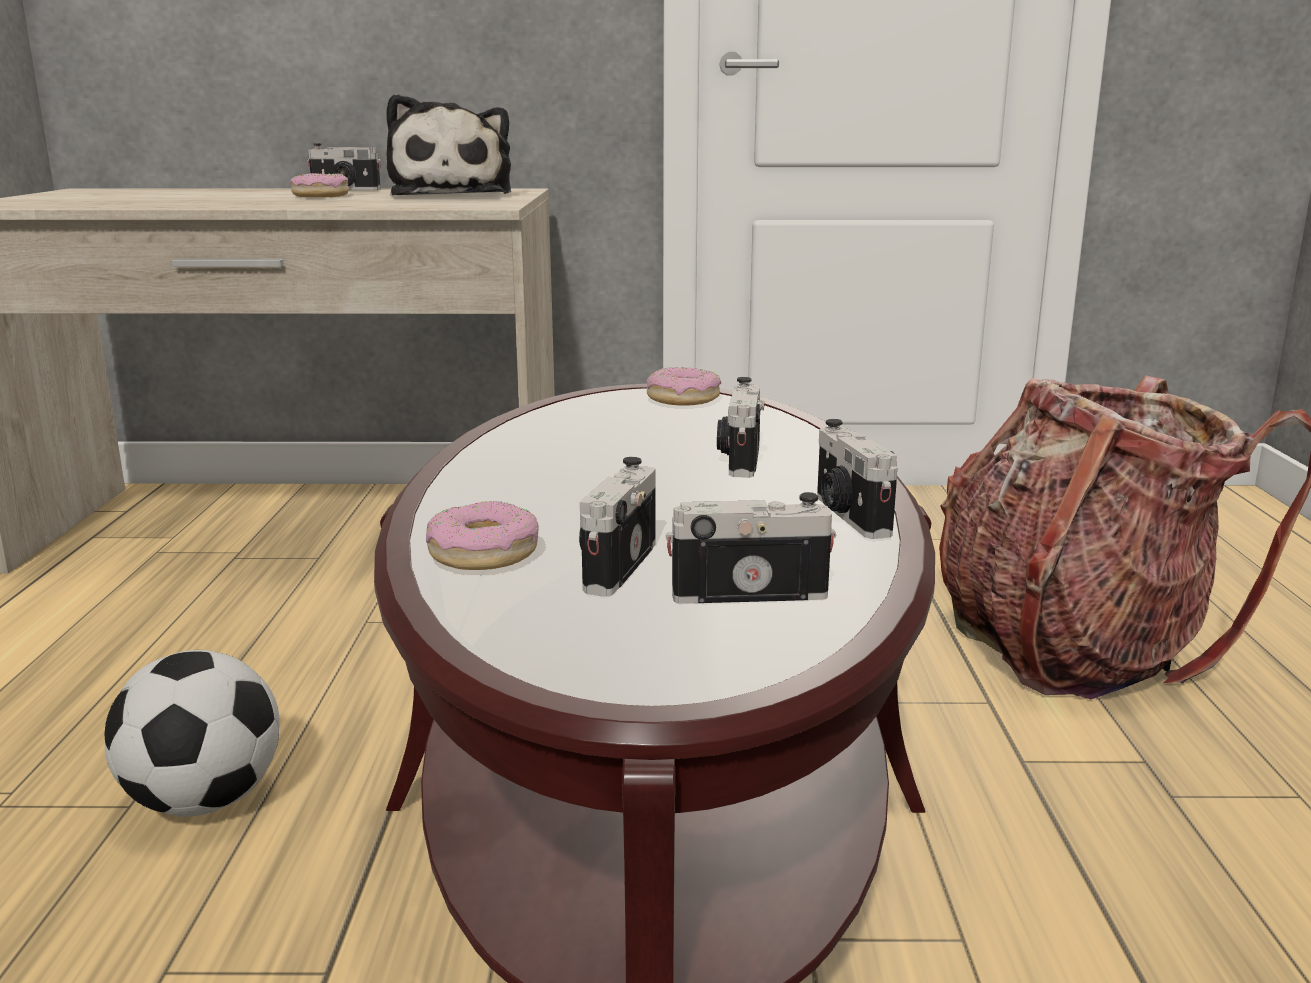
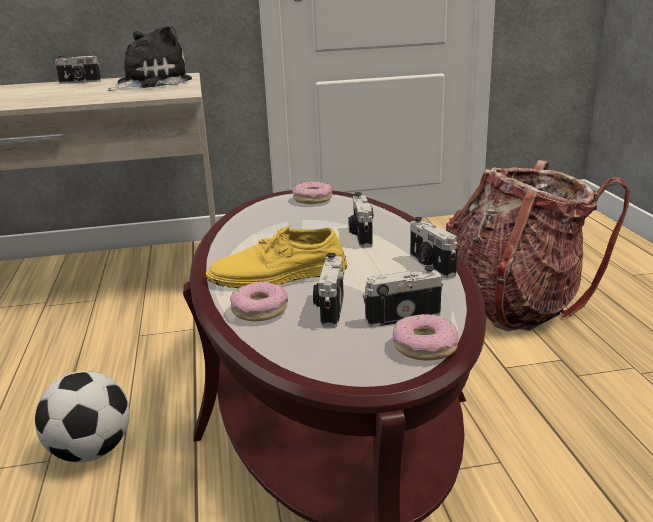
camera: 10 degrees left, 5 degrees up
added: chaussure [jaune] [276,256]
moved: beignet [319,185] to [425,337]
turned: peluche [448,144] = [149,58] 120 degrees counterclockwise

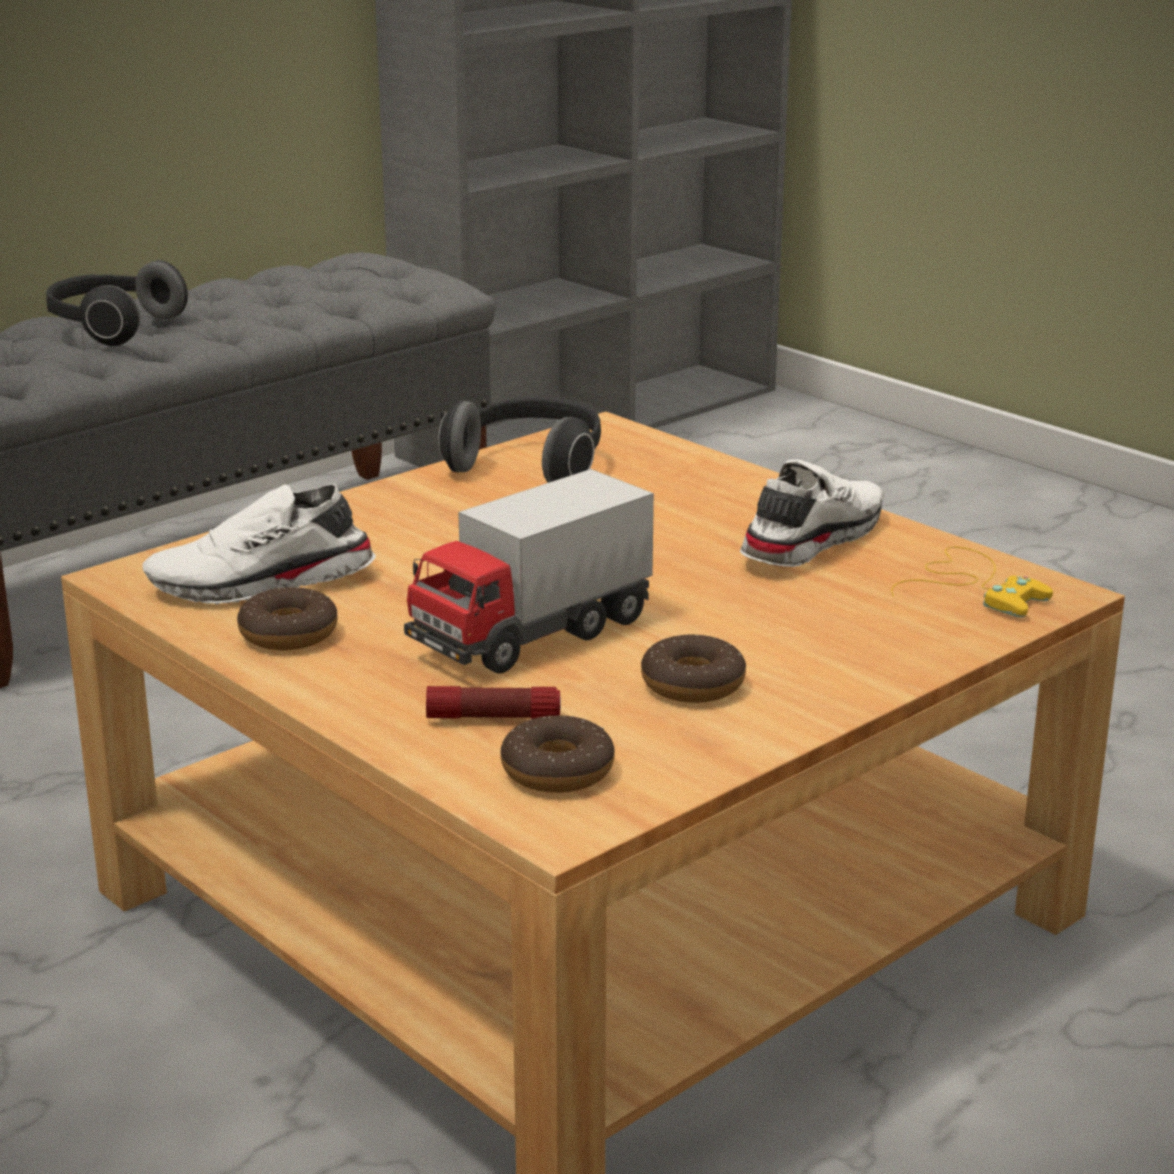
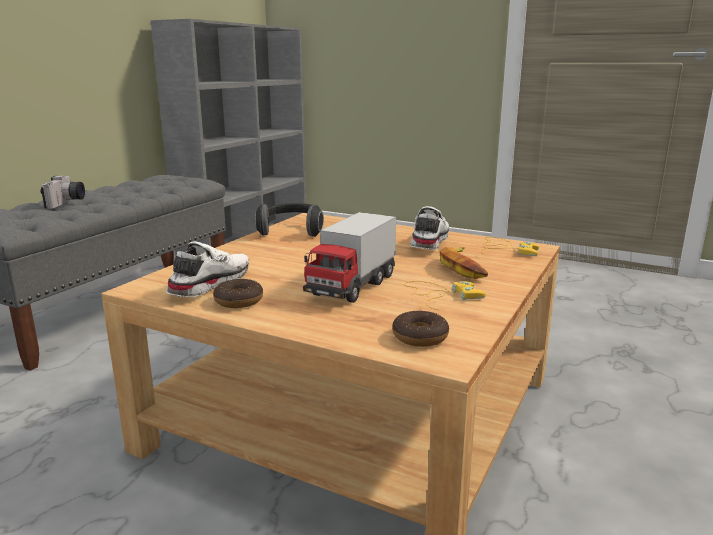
camera: 20 degrees left, 5 degrees down
removed: lampe de poche [493,702]
added: banane [463,263]
replaced: casque audio [117,303] to appareil photo [63,192]; beignet [693,668] to manette [jaune] [445,295]
turned: chaussure [blanc] [259,544] = [207,269] 150 degrees clockwise

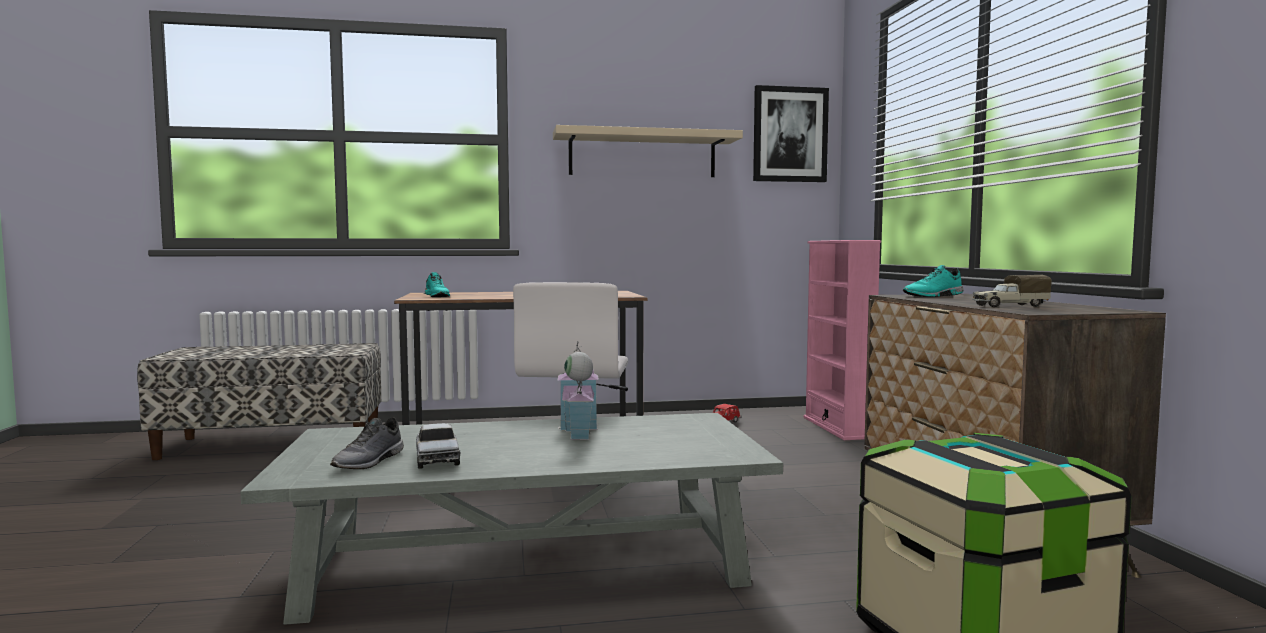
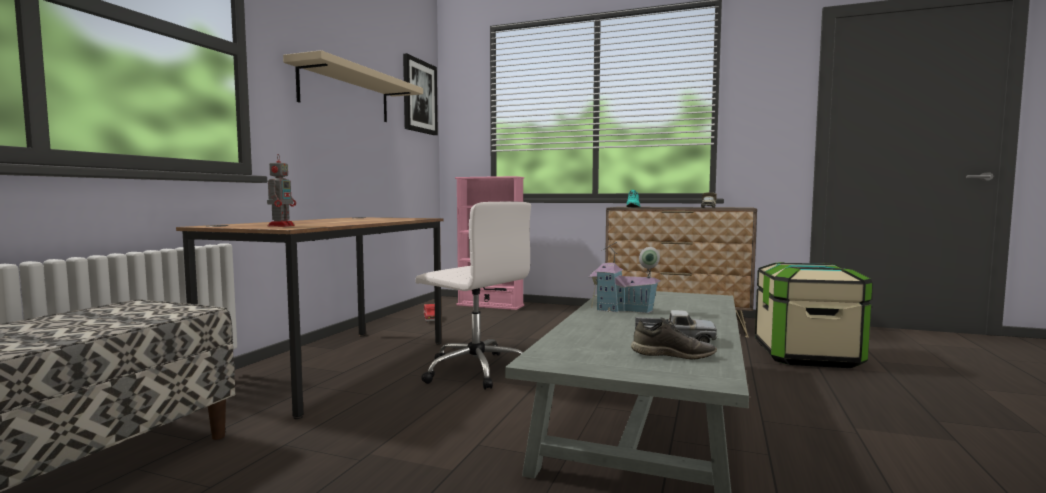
camera: 60 degrees left, 0 degrees up
replaced: chaussure [turquoise] [437,284] to robot jouet [281,190]
turned: chaussure [gris] [367,443] = [674,338] 45 degrees counterclockwise

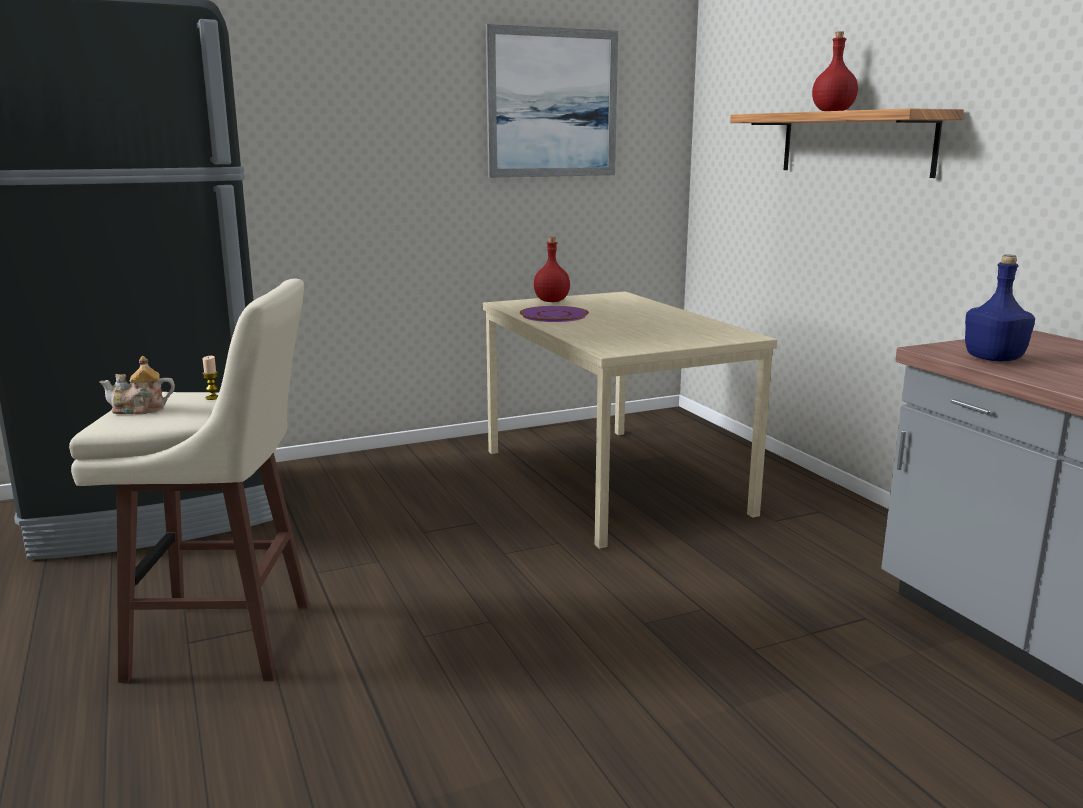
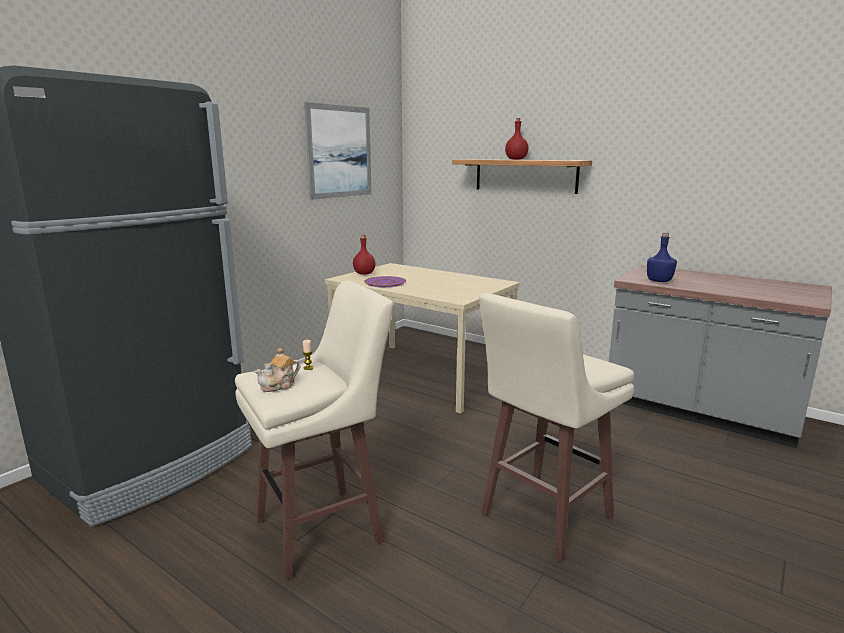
camera: 30 degrees left, 0 degrees up
added: tabouret [beige] [556,428]

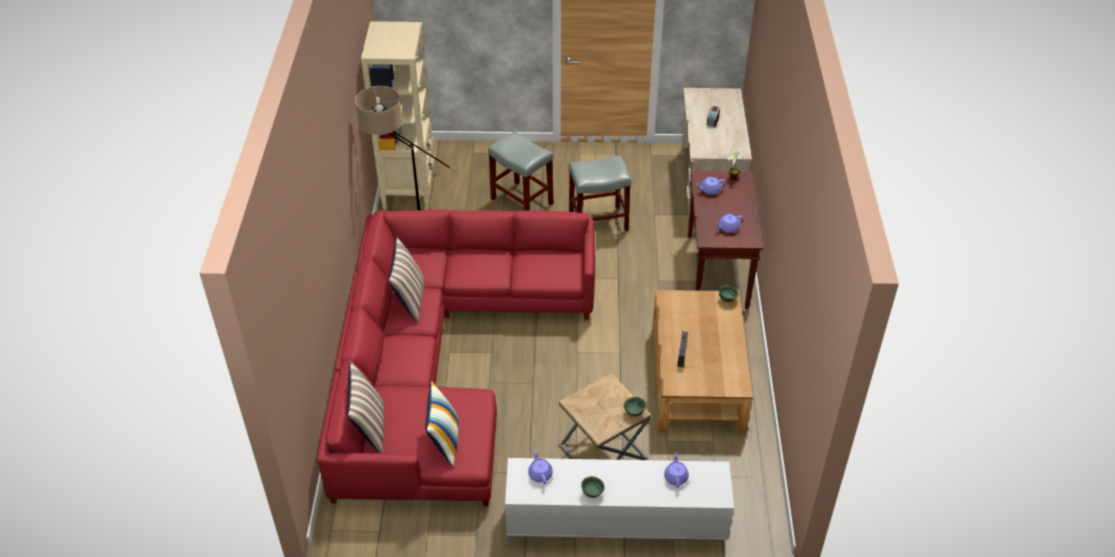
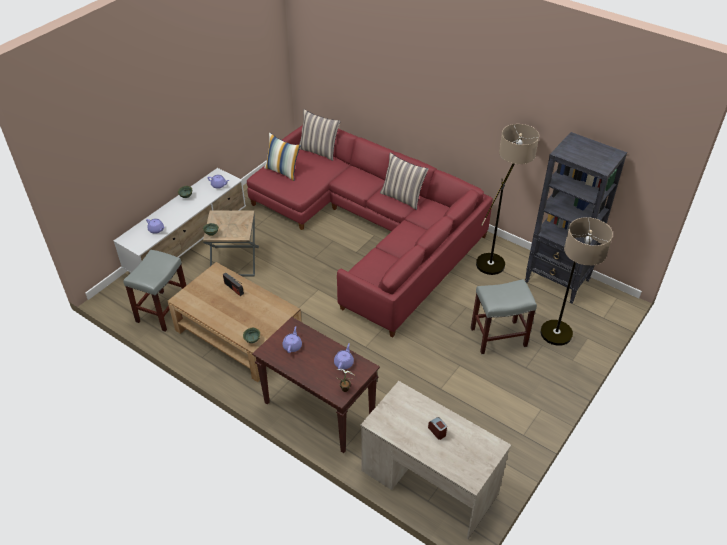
camera: 125 degrees right, 0 degrees up
added: lampadaire [576,281]
moved: tabouret [gris] [600,193] to [154,291]
recoloured: bibliothèque [beige] [398,116] to bibliothèque [noir] [576,217]

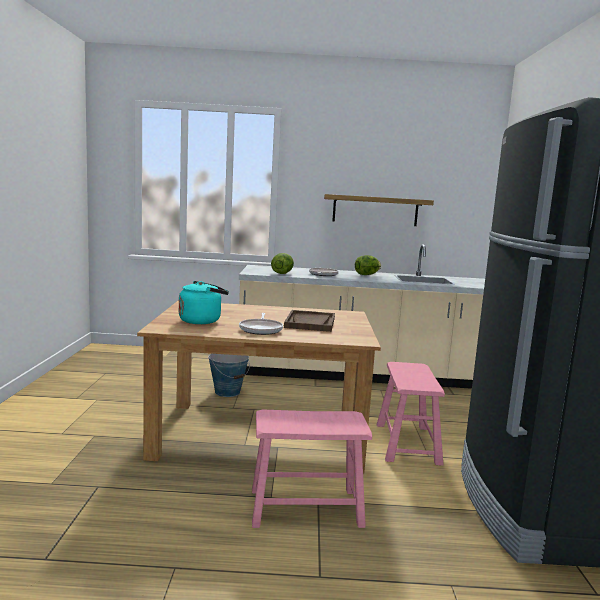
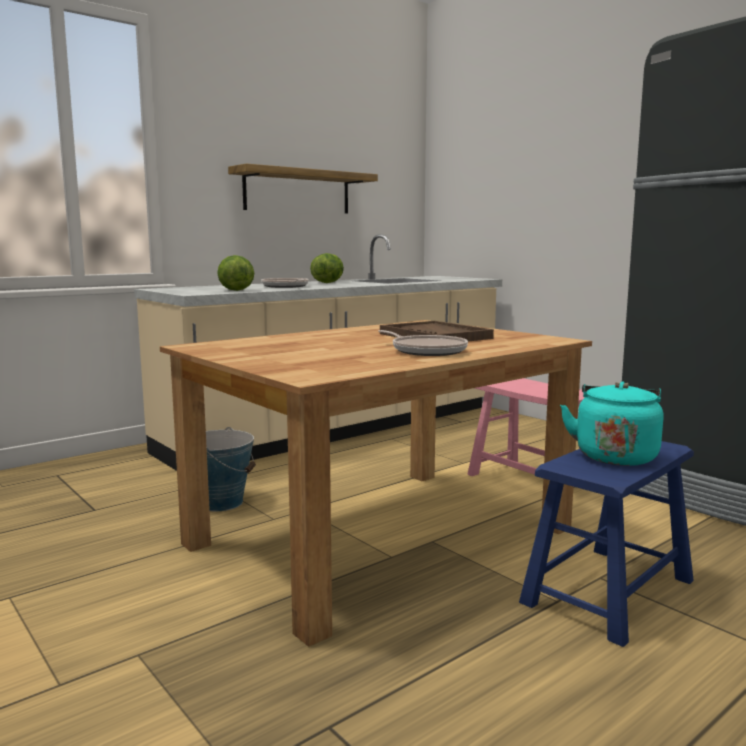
camera: 40 degrees left, 0 degrees up
moved: bouilloire [turquoise] [204,302] to [611,423]
recoloured: tabouret [rose] [312,468] to tabouret [bleu] [606,544]

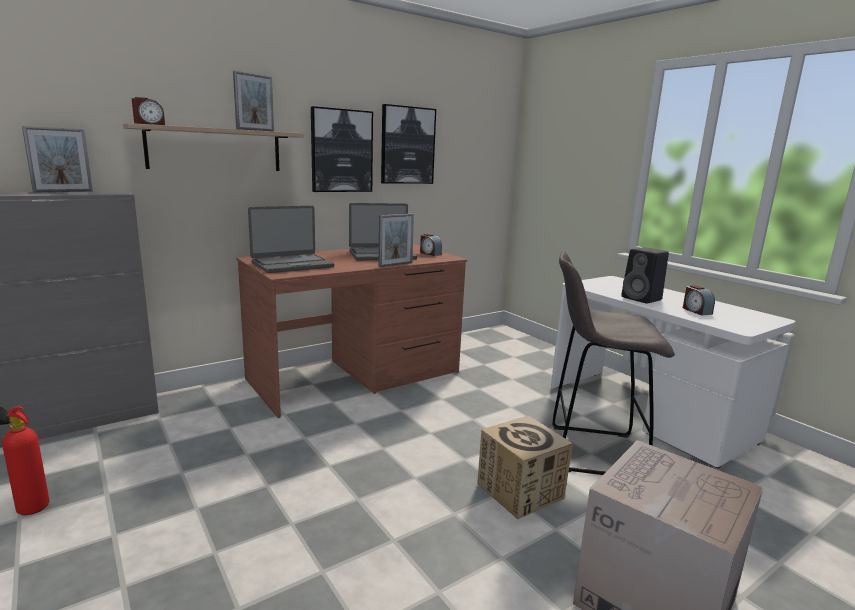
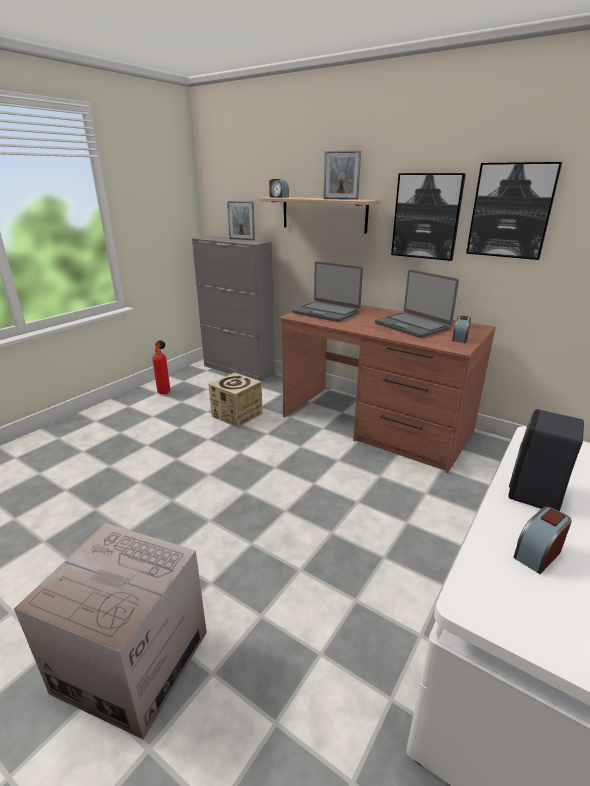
camera: 70 degrees right, 10 degrees up
removed: cadre photo [396,240]; tabouret [gris] [613,363]
moved: carton [525,467] to [236,400]

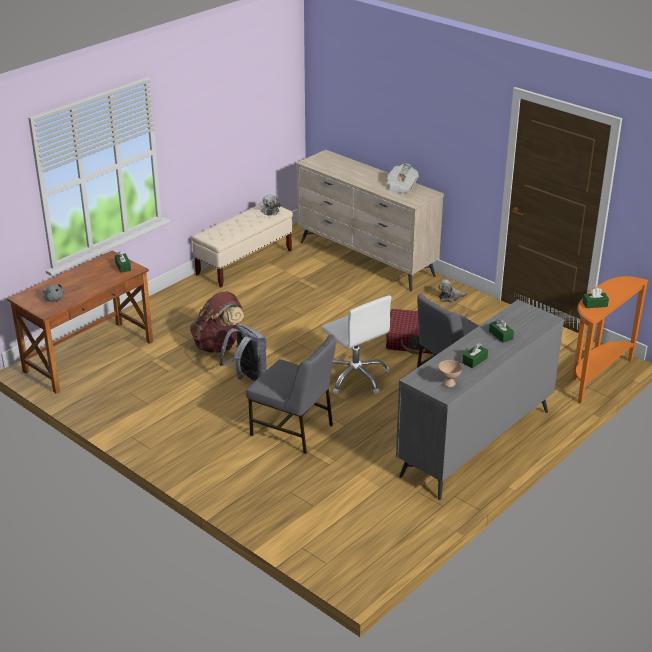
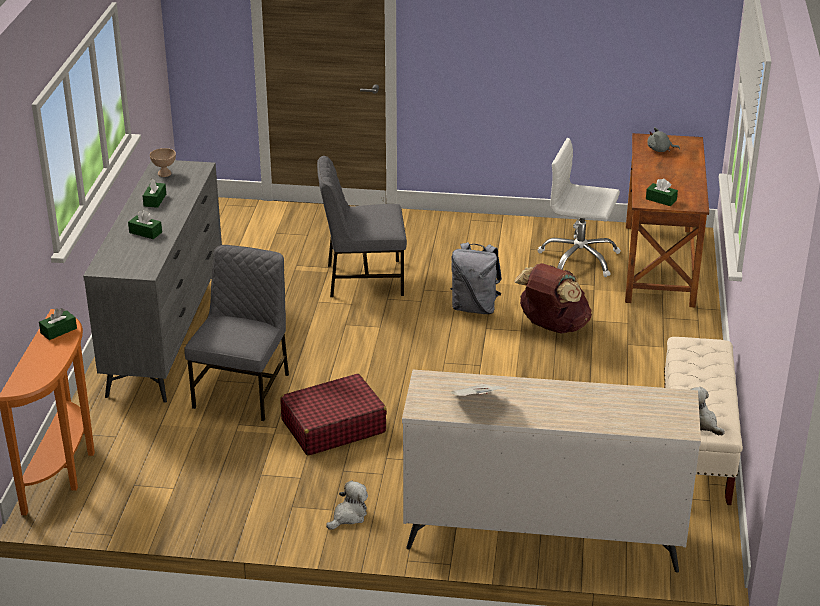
camera: 145 degrees right, 0 degrees up
moved: chaise de bureau [blanc] [356,344] to [579,207]

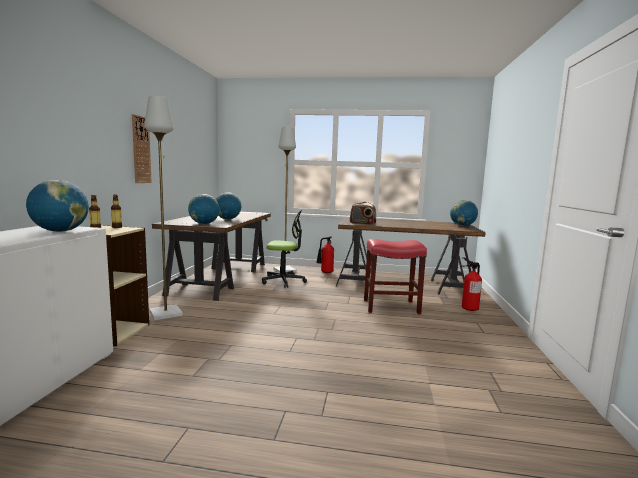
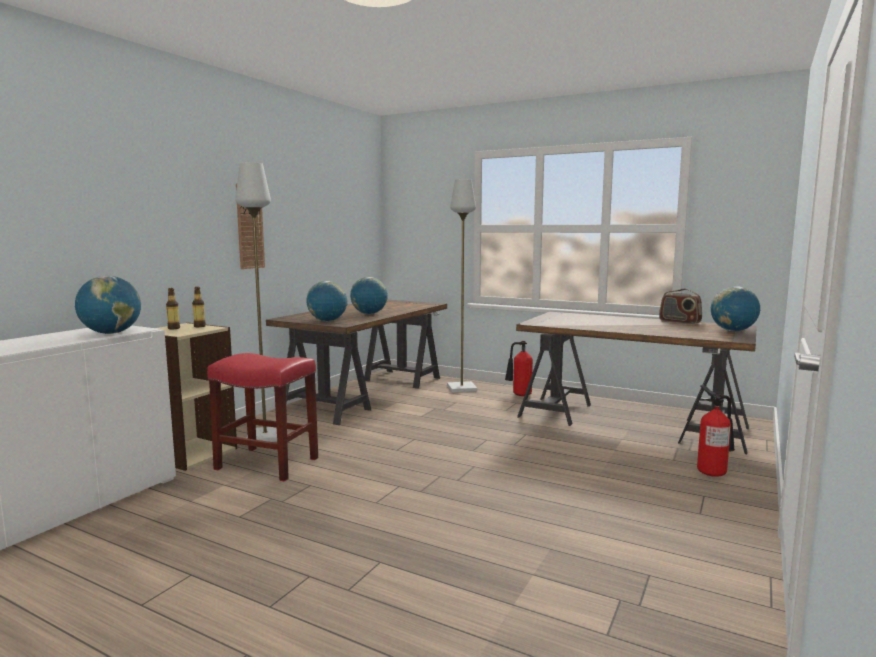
camera: 20 degrees right, 0 degrees up
removed: chaise de bureau [284,248]
moved: radio [363,213] to [680,306]; tabouret [rouge] [395,276] to [262,417]

